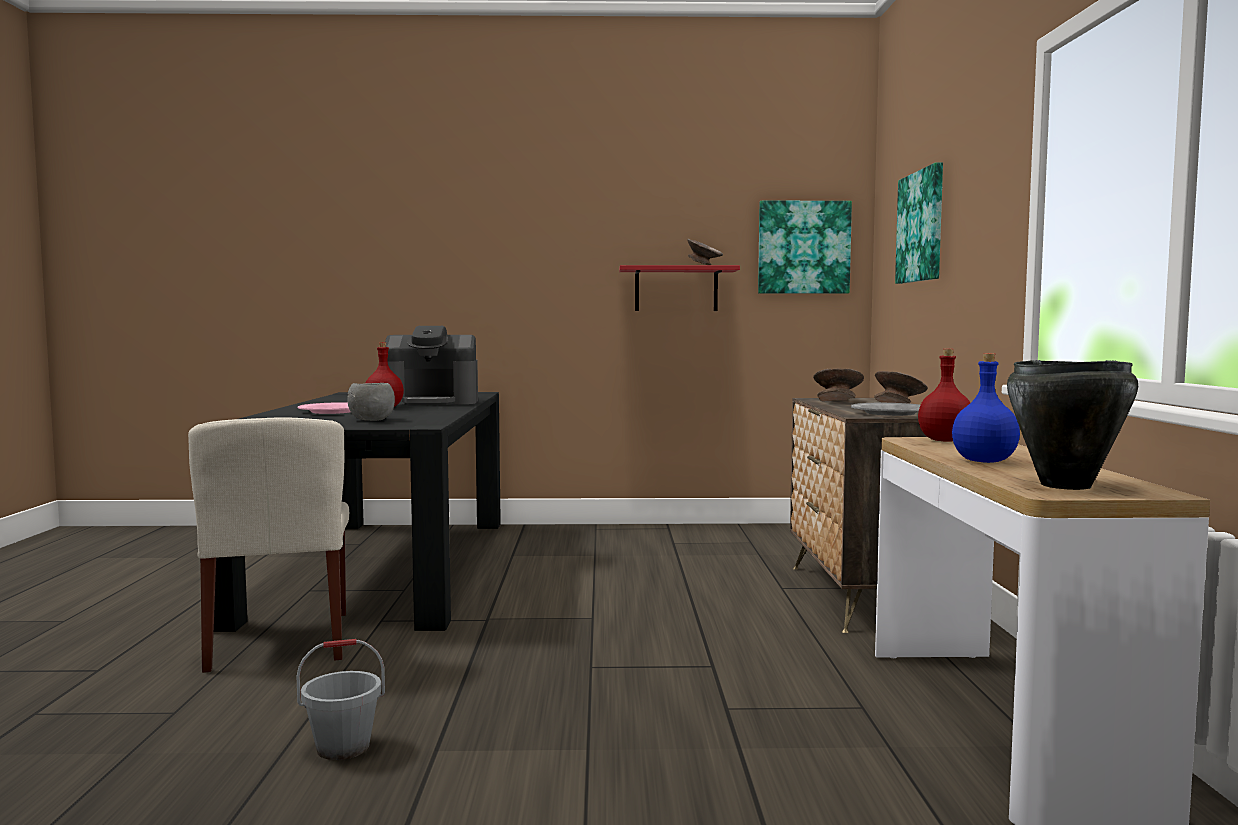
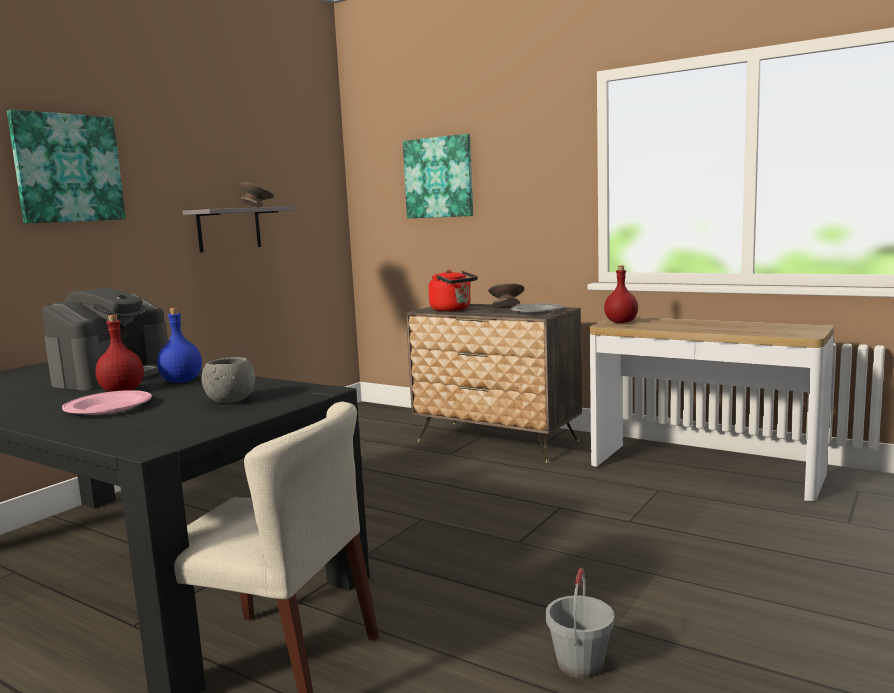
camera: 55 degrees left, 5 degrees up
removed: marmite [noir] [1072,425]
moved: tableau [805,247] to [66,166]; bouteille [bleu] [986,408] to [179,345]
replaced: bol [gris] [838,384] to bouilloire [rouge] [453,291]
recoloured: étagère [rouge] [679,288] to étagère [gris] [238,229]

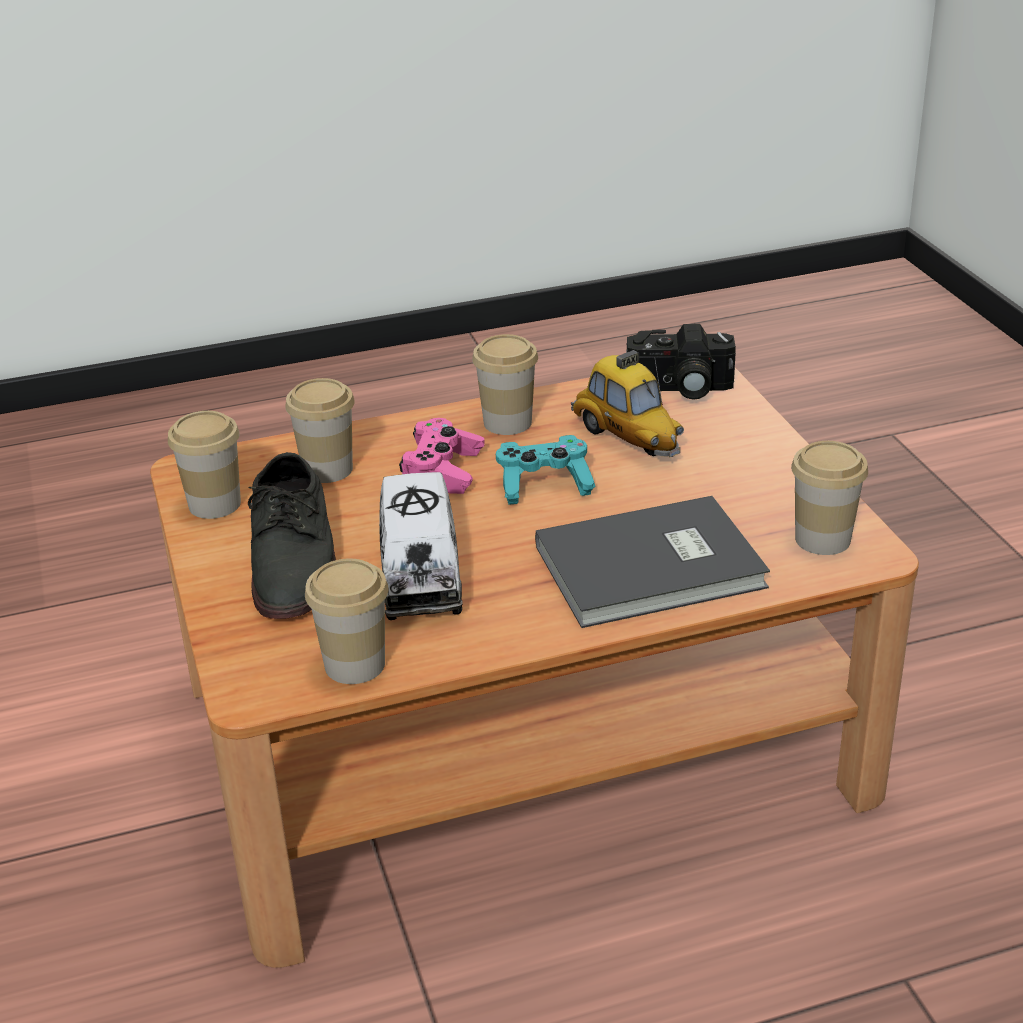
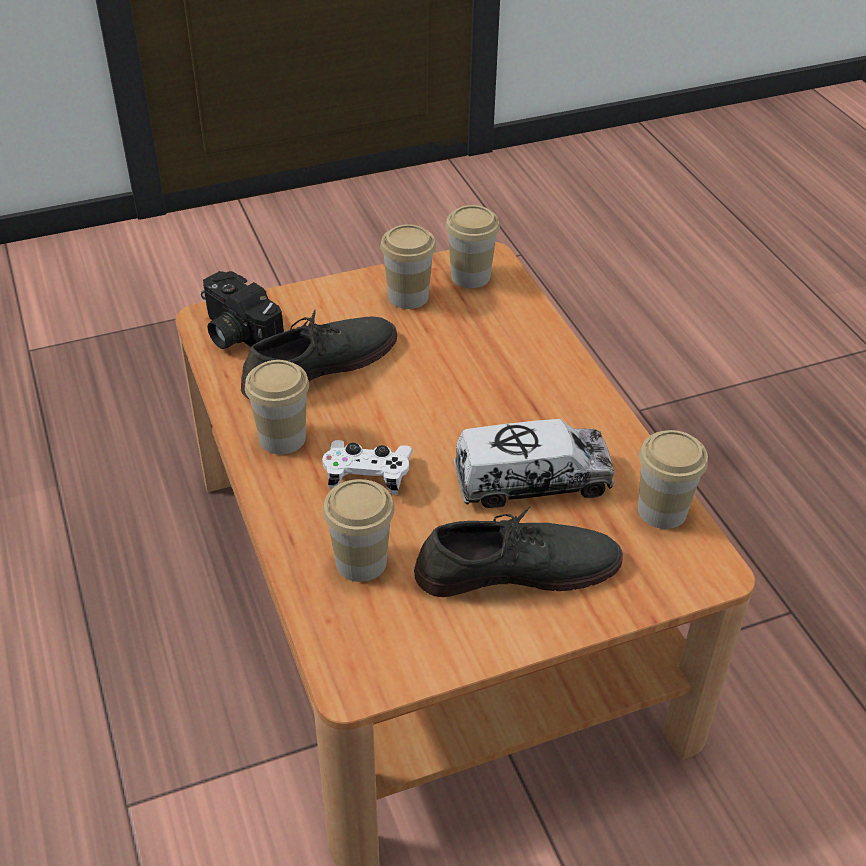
camera: 95 degrees left, 10 degrees up
removed: manette [turquoise] [545,470]; livre [gris] [652,562]
moved: tasse [204,465] to [408,266]
replaced: petite voiture [627,404] to chaussure [gris] [319,354]
recoloured: manette [rose] [442,456] to manette [blanc] [367,467]
turned: appareil photo [681,361] = [242,310] 135 degrees clockwise

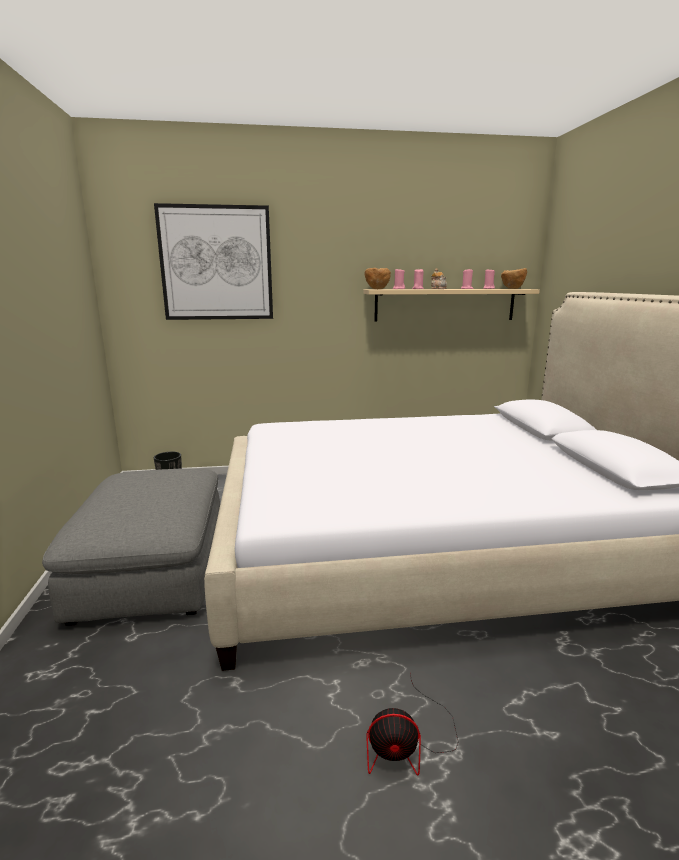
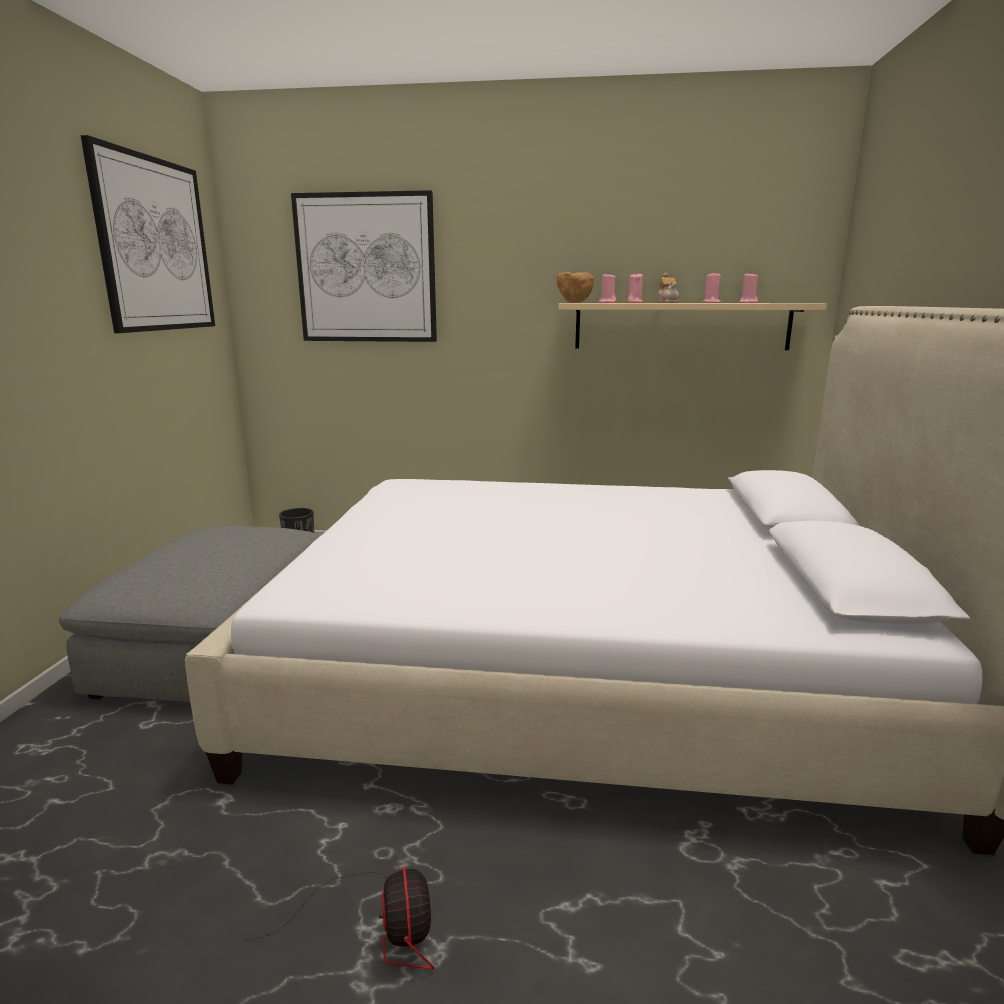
camera: 15 degrees right, 0 degrees up
removed: bol [marron] [514,278]
added: tableau [147,234]
turned: ventilateur [412,724] = [339,918] 120 degrees counterclockwise

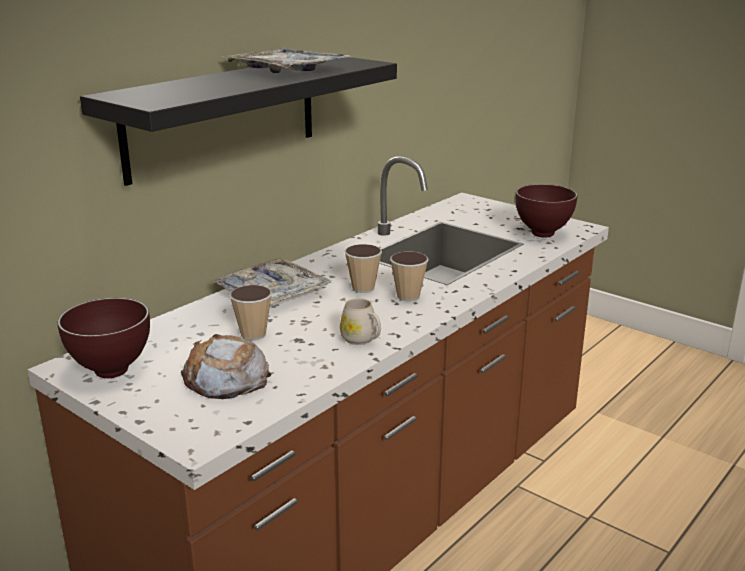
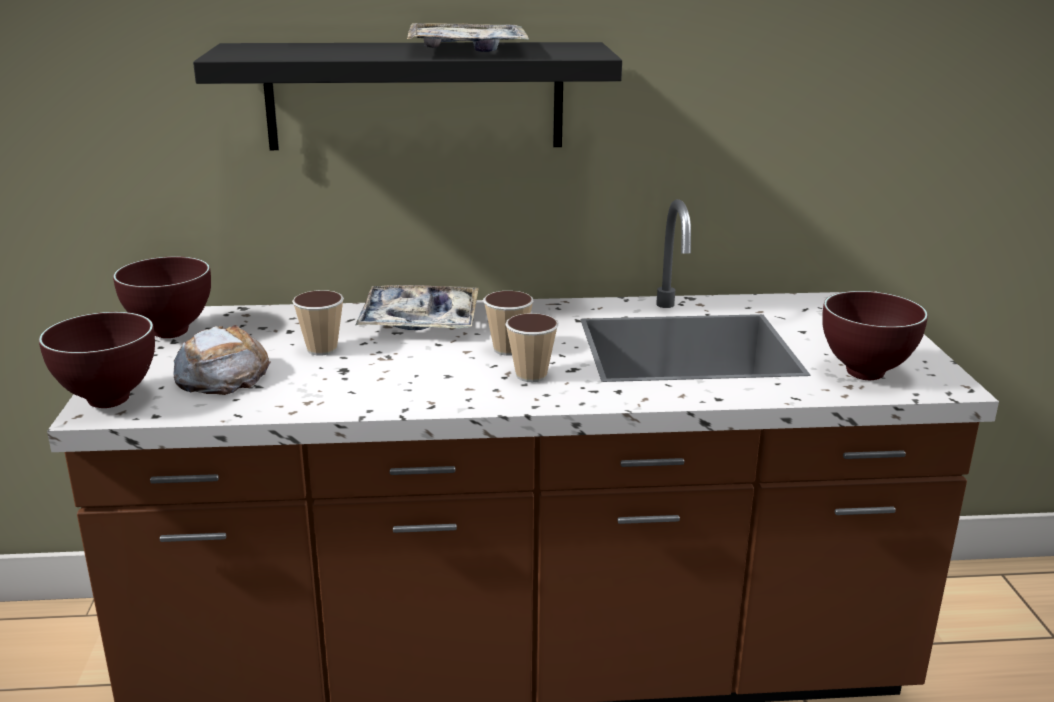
camera: 45 degrees right, 0 degrees up
removed: mug [blanc] [360,321]
added: bol [marron] [97,360]

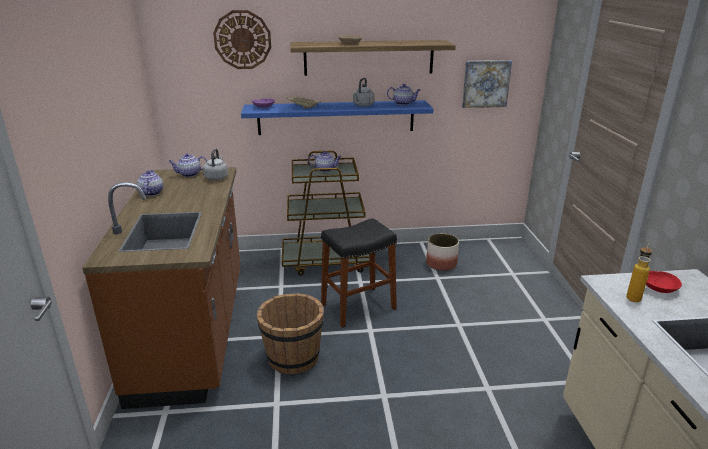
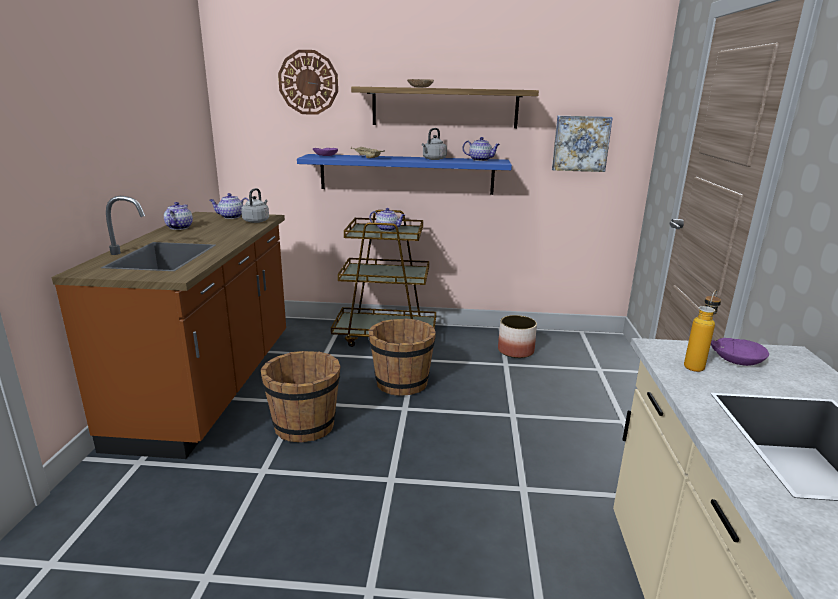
camera: 10 degrees right, 5 degrees down
replaced: tabouret [noir] [359,273] to seau [marron] [402,357]
recoloured: bol [rouge] [664,282] to bol [violet] [740,352]

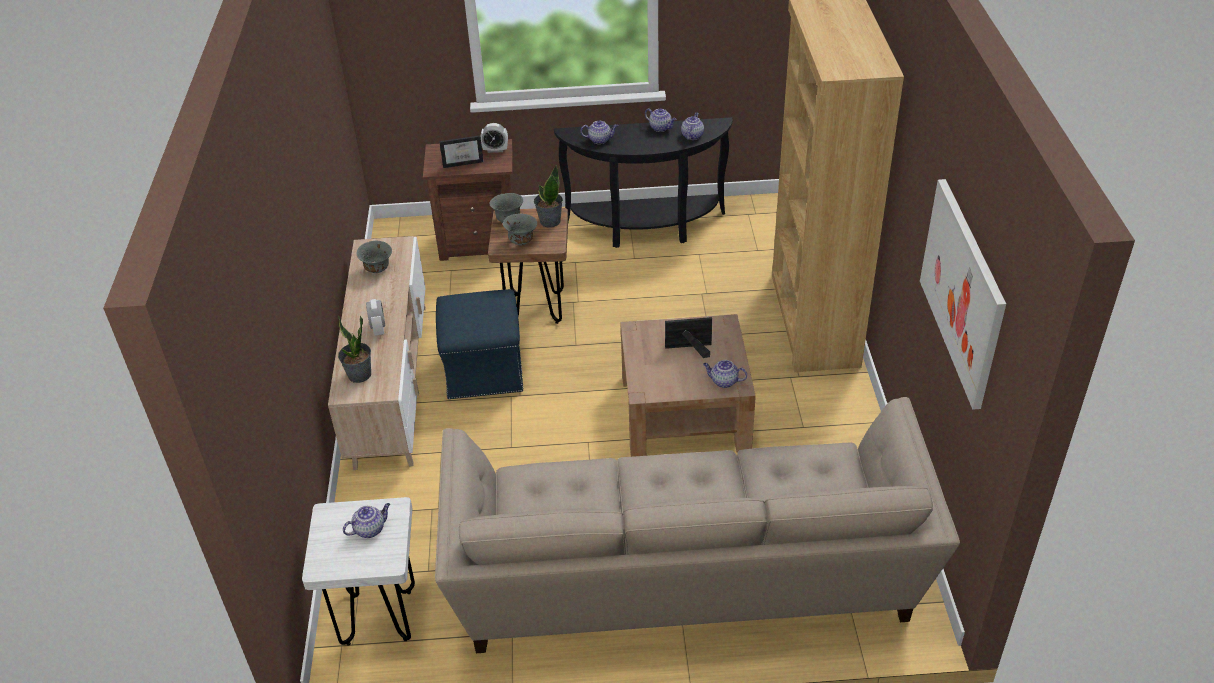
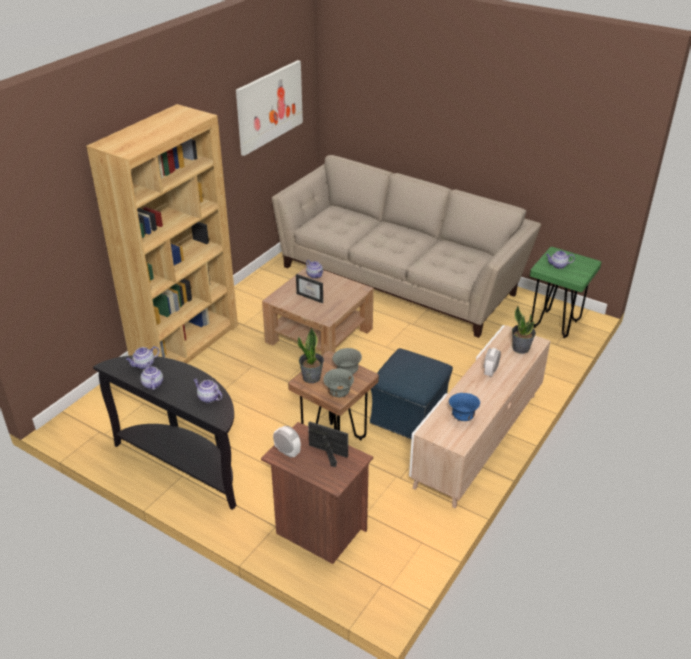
camera: 145 degrees left, 5 degrees down
recoloured: bol [gris] [374,257] to bol [bleu] [464,407]; tabouret [blanc] [358,571] to tabouret [vert] [565,292]

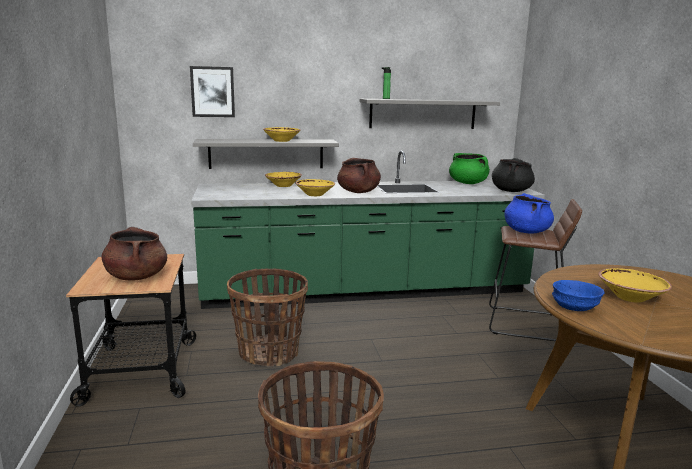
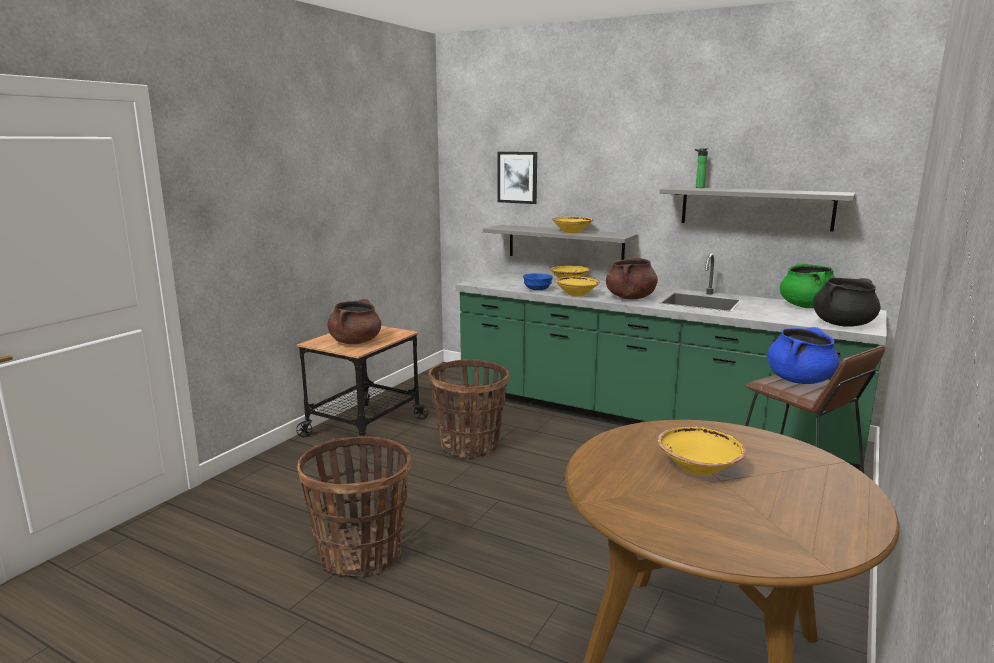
camera: 40 degrees right, 0 degrees up
moved: bol [bleu] [578,295] to [538,281]

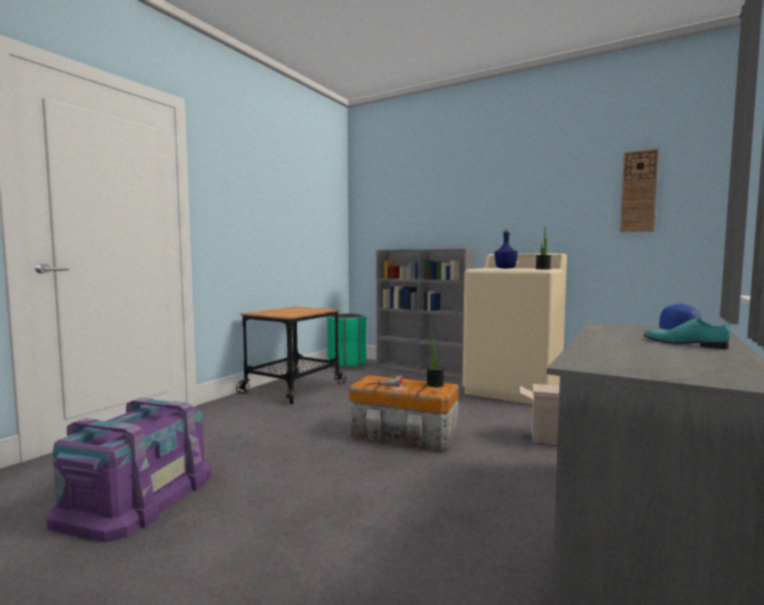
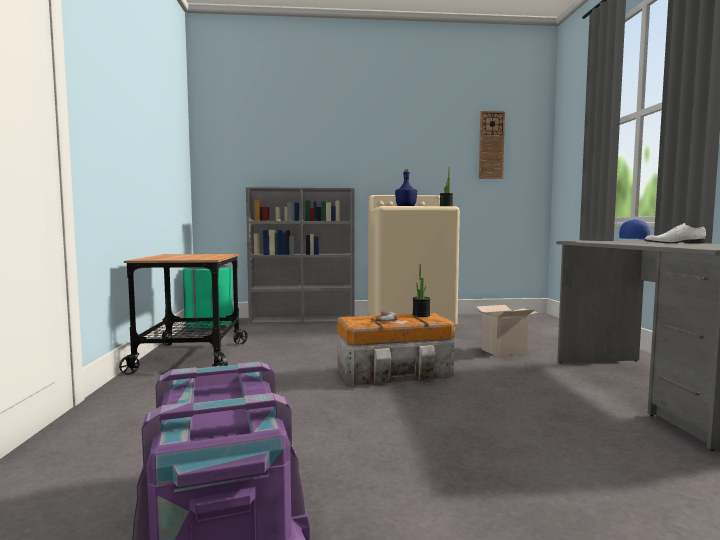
camera: 35 degrees left, 0 degrees up
recoloured: chaussure [turquoise] [686,333] to chaussure [blanc] [675,233]

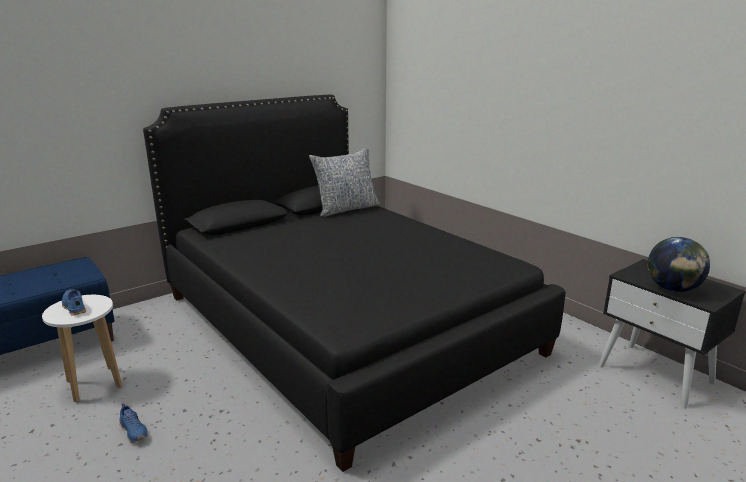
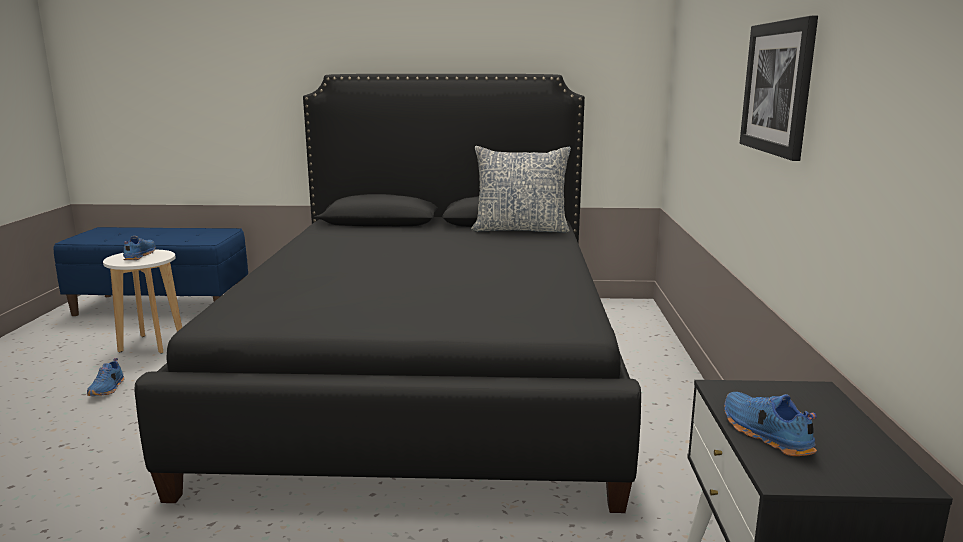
camera: 40 degrees right, 5 degrees down
added: tableau [779,88]
replaced: globe [678,264] to chaussure [bleu] [770,424]

